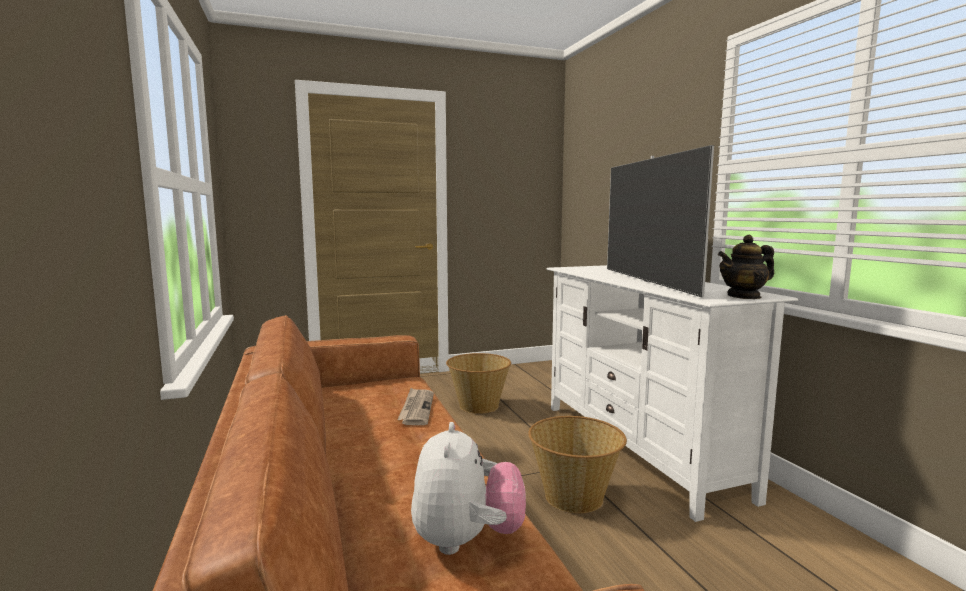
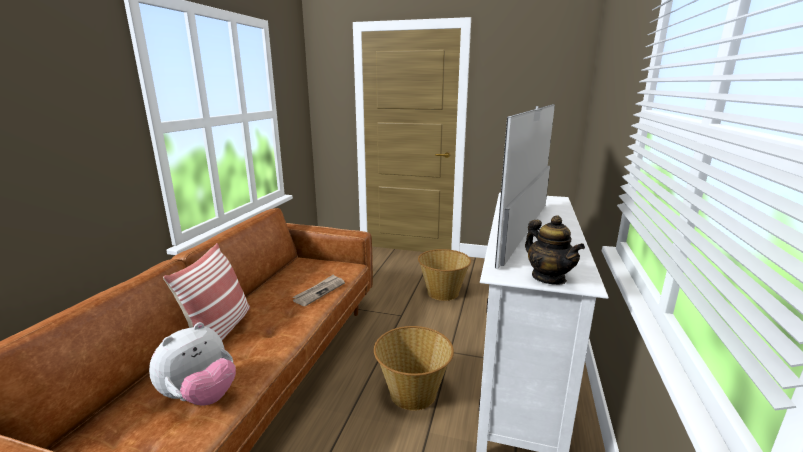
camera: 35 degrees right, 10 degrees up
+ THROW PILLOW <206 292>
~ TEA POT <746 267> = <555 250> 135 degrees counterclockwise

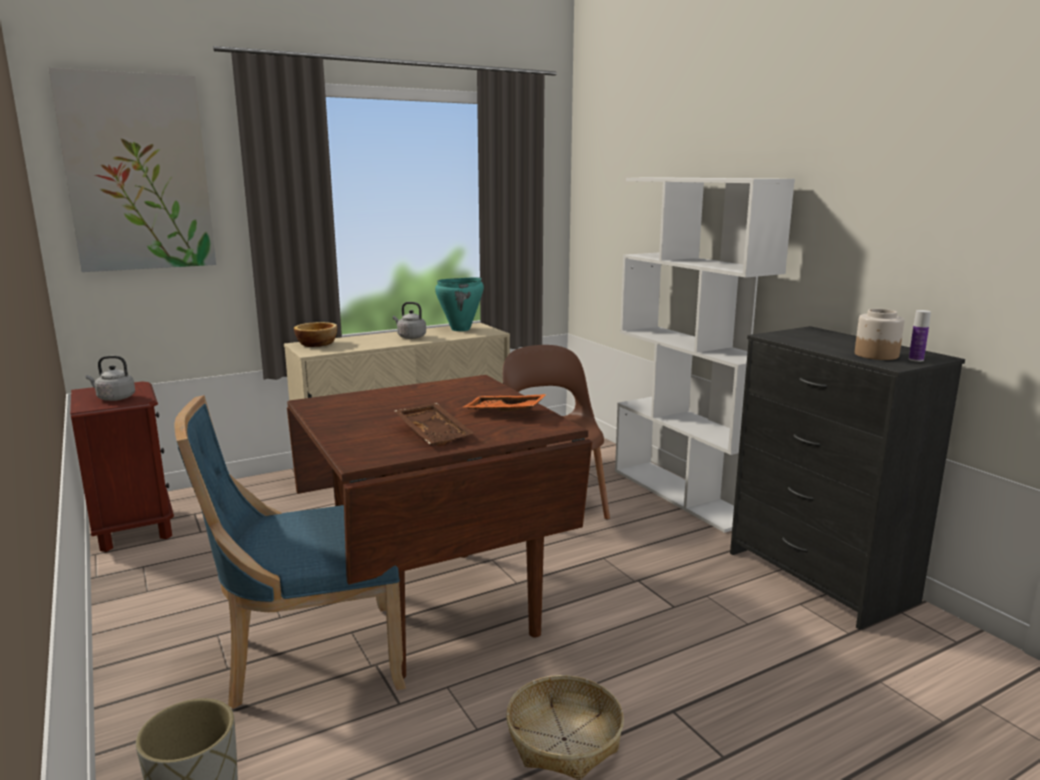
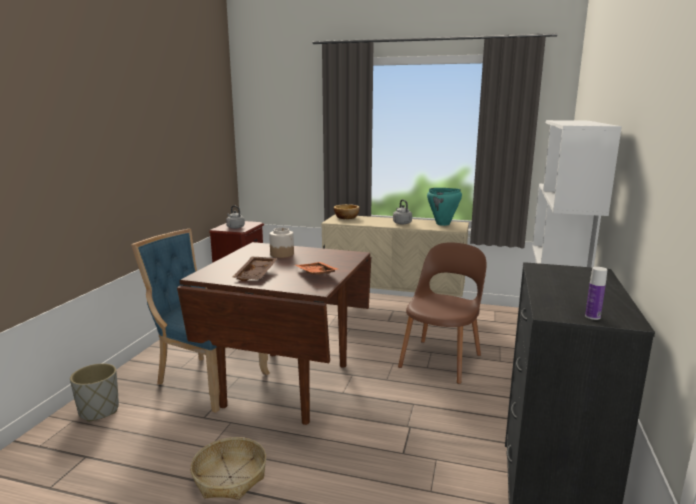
camera: 45 degrees right, 0 degrees up
~ JAR <879 334> to <281 243>
- WALL PICTURE <132 170>

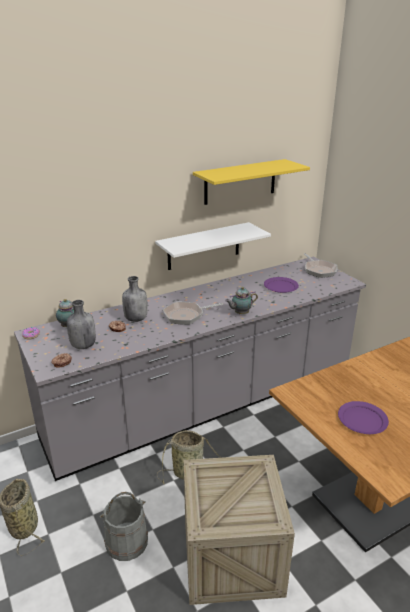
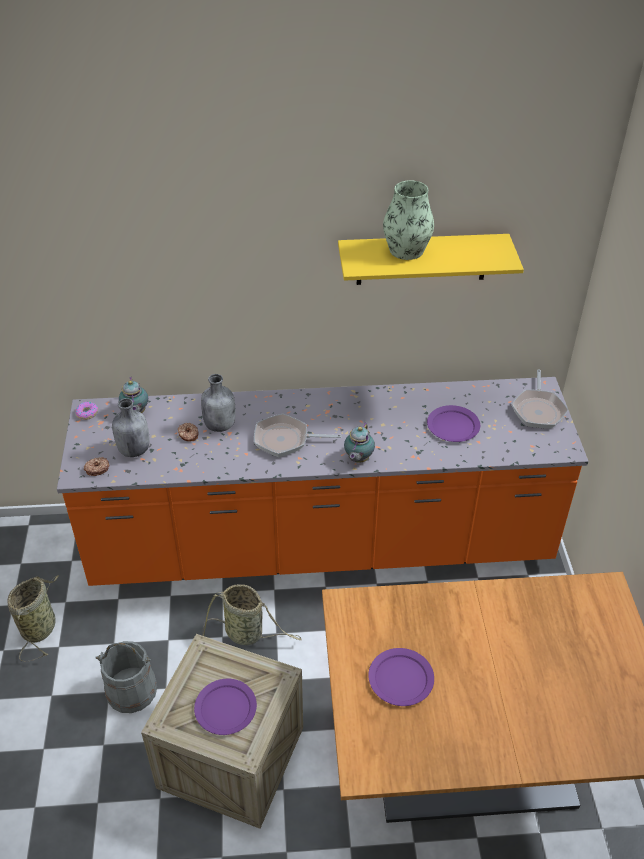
camera: 25 degrees right, 15 degrees up
~ GREYISH KITCHEN COUNTER <190 369> to ORANGEY KITCHEN COUNTER <323 481>
+ PURPLISH FLAT DISH <225 707>
~ TEA POT <241 300> = <359 442> 75 degrees counterclockwise
+ VASE <408 220>
- WHITE-COLOURED BRACKET SHELF <213 246>

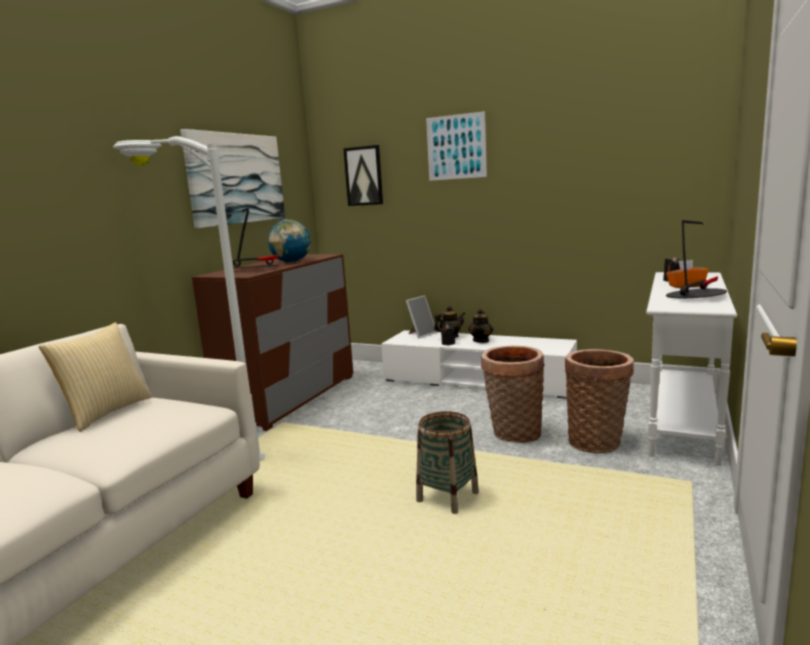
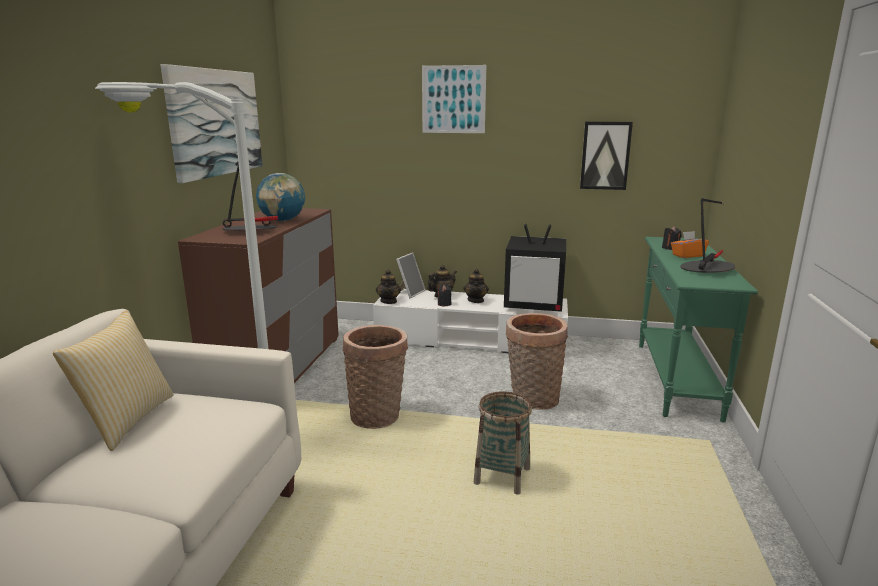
camera: 15 degrees left, 5 degrees up
~ STORAGE BASKET <599 401> to <375 377>
+ TEA POT <388 286>
+ TV SET <535 267>
~ WALL PICTURE <363 175> to <606 156>
~ WHITE-COLOURED HALL TABLE <691 369> to GREEN-COLOURED HALL TABLE <698 330>

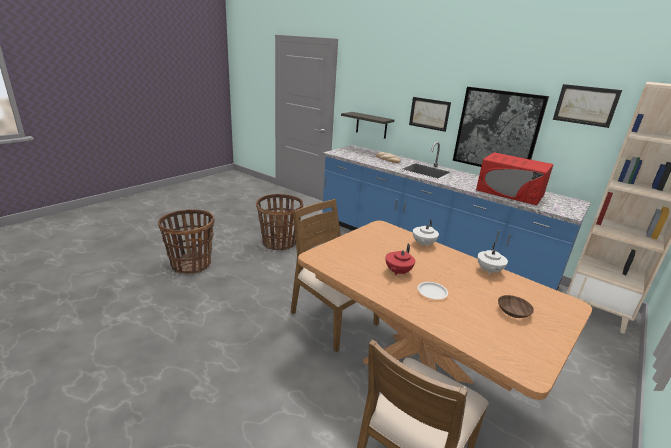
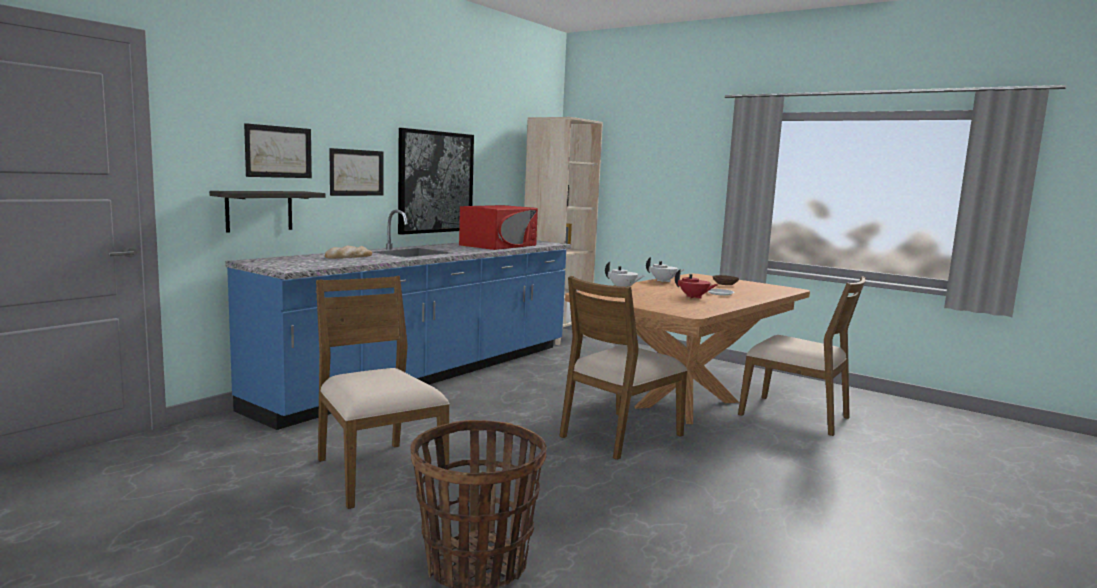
camera: 90 degrees left, 15 degrees down
~ WALL PICTURE <587 106> to <278 150>
~ STORAGE BASKET <279 222> to BROWN-COLOURED PLAIN CHAIR <383 392>

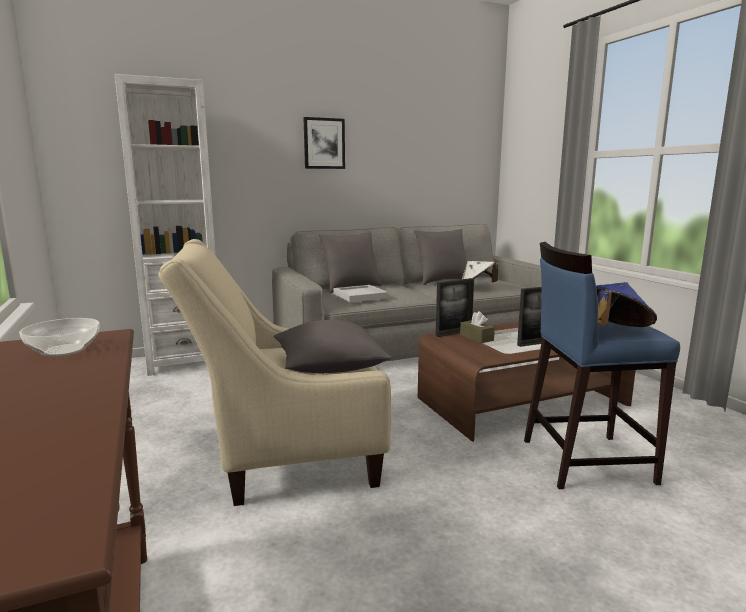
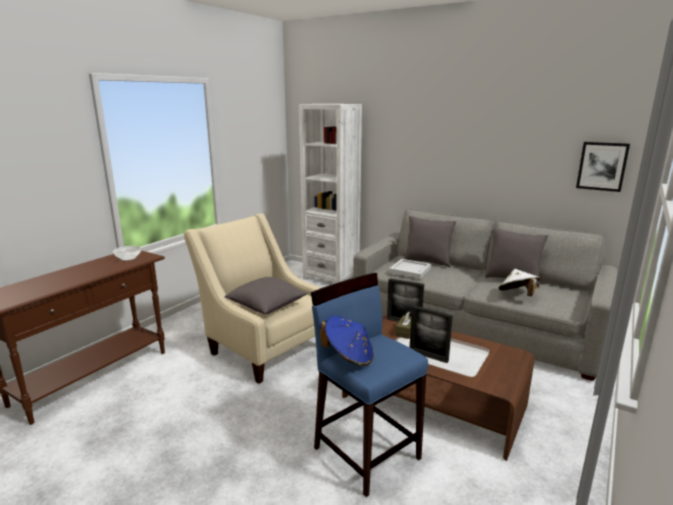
camera: 55 degrees right, 5 degrees up
~ WALL PICTURE <324 143> to <603 167>

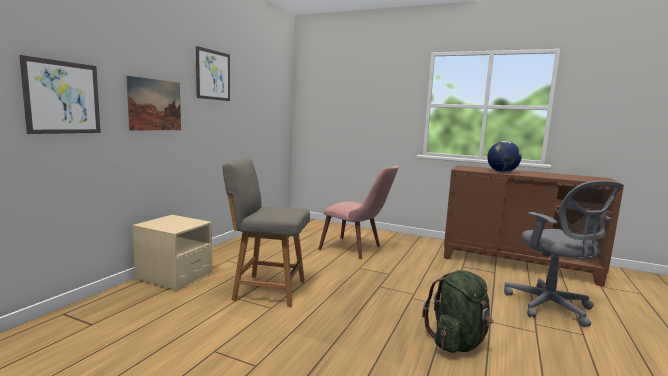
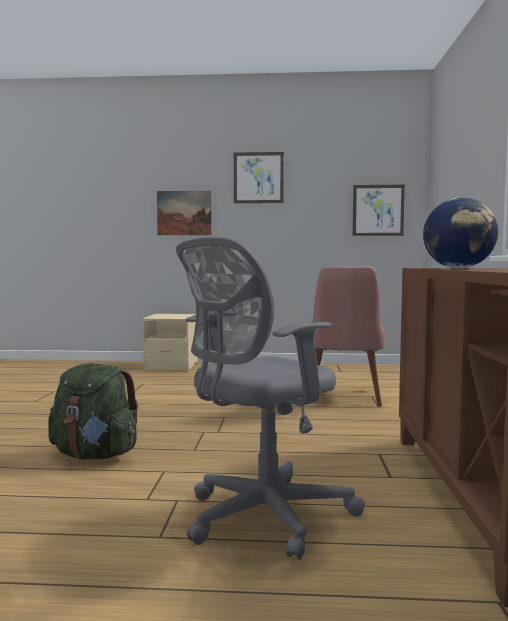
camera: 70 degrees right, 5 degrees down
~ WALL PICTURE <60 94> to <379 210>
- GREYISH PLAIN CHAIR <266 232>

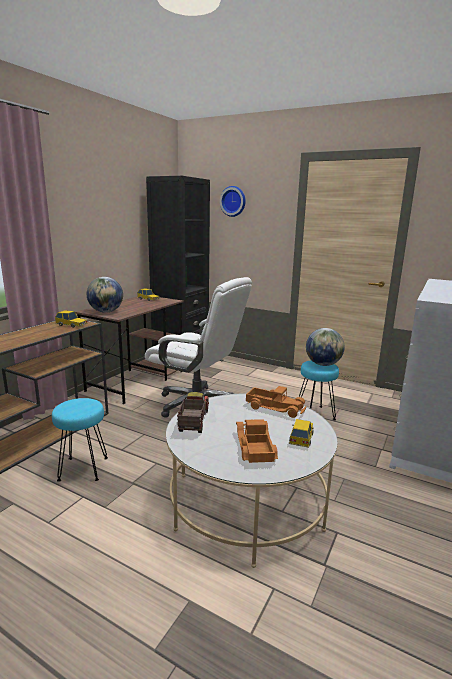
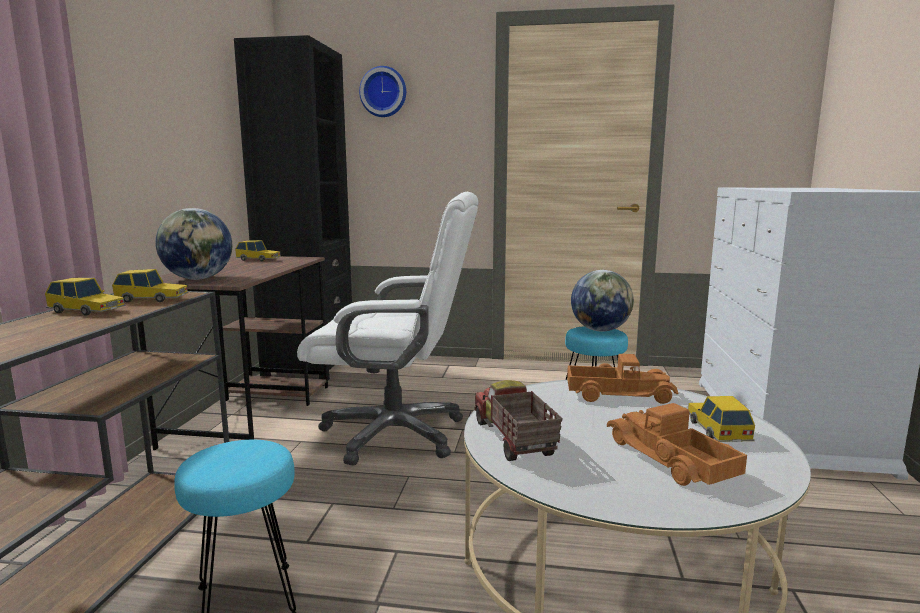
camera: 20 degrees left, 5 degrees down
+ MODEL CAR <85 297>

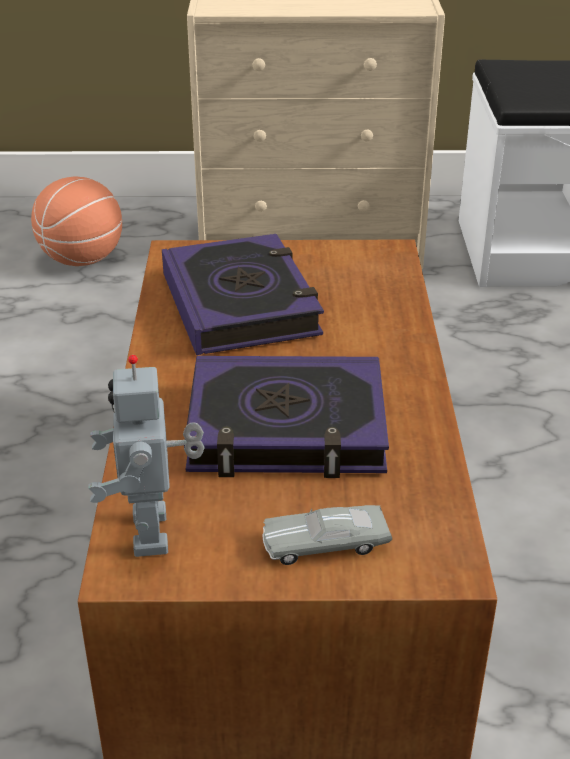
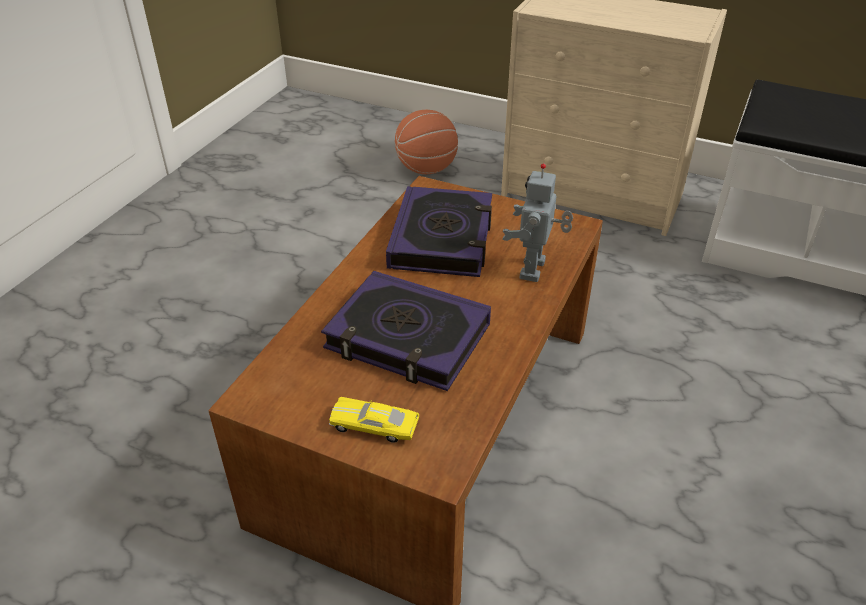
camera: 25 degrees right, 5 degrees up
~ GREYISH MODEL CAR <327 535> to YELLOW MODEL CAR <374 420>
~ ROBOT FIGURE <146 456> to <537 222>

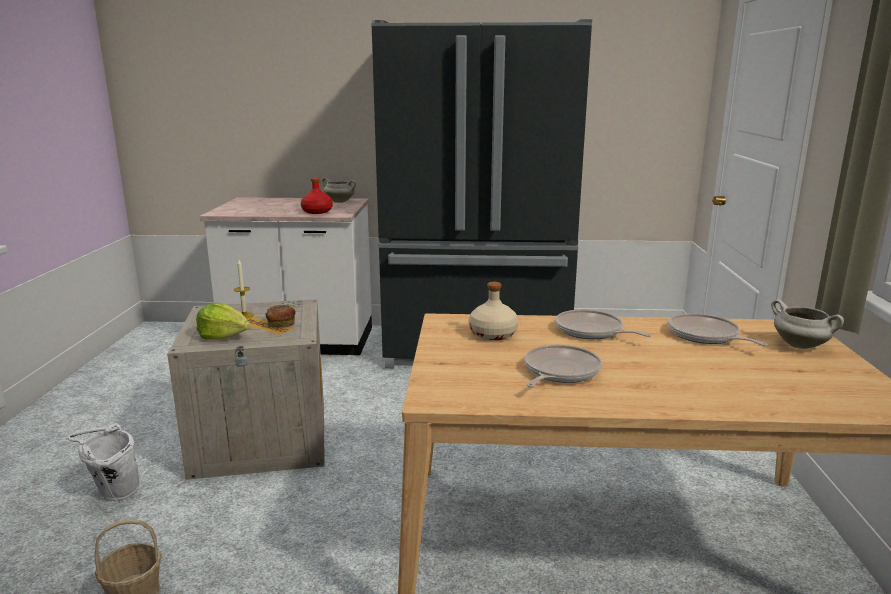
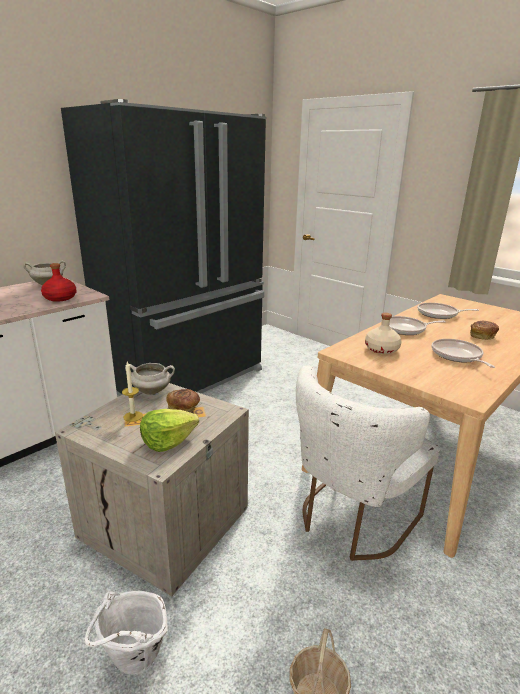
camera: 50 degrees left, 5 degrees up
~ WHITE-COLOURED COOKING POT <807 324> to <150 379>
+ WHITE-COLOURED PLAIN CHAIR <368 463>
+ BAKERY BREAD <484 330>

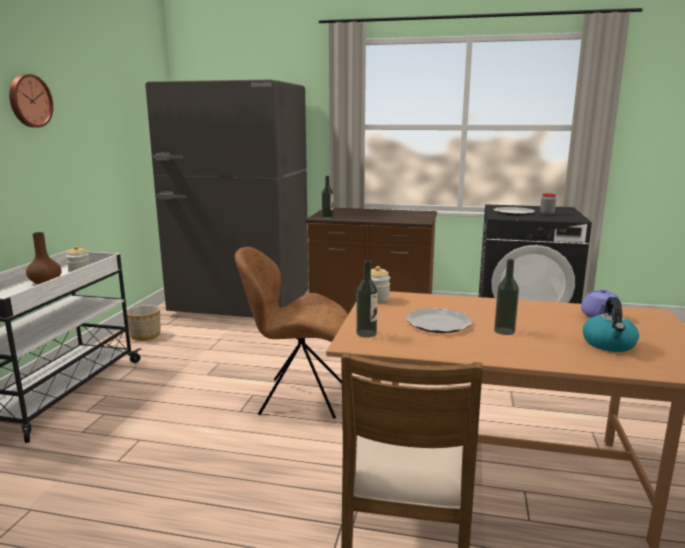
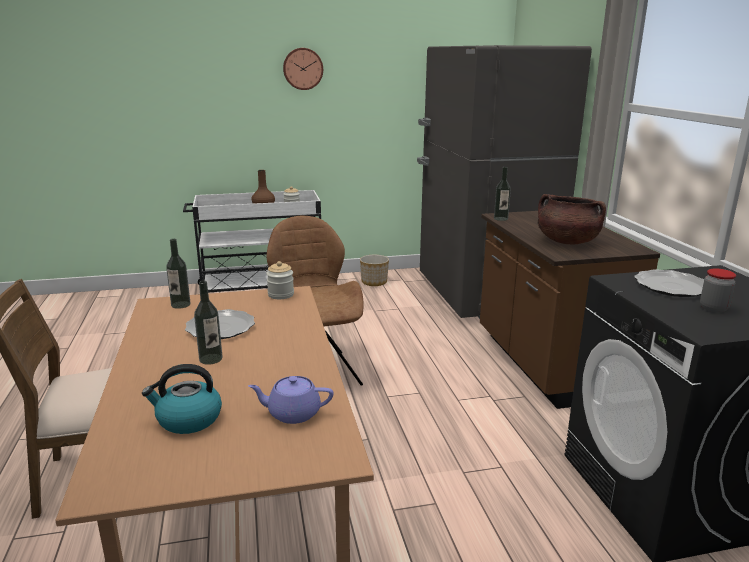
camera: 65 degrees right, 5 degrees up
+ BROWN-COLOURED COOKING POT <572 219>

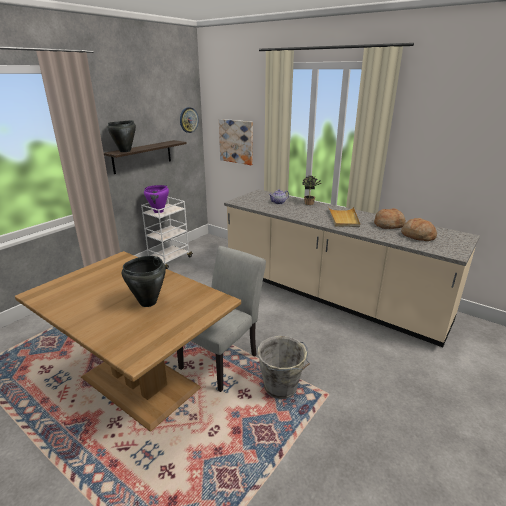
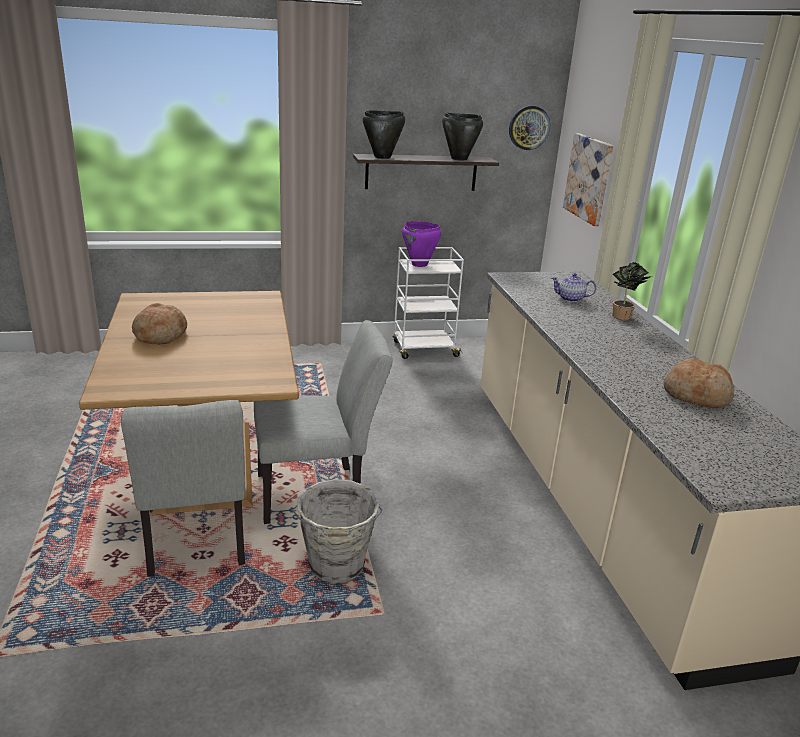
camera: 40 degrees right, 0 degrees up
+ GREYISH PLAIN CHAIR <183 488>
~ BAKERY BREAD <419 229> to <159 323>
~ BLACK COOKING POT <144 281> to <462 136>
- BEIGE CARRYING TRAY <344 216>

